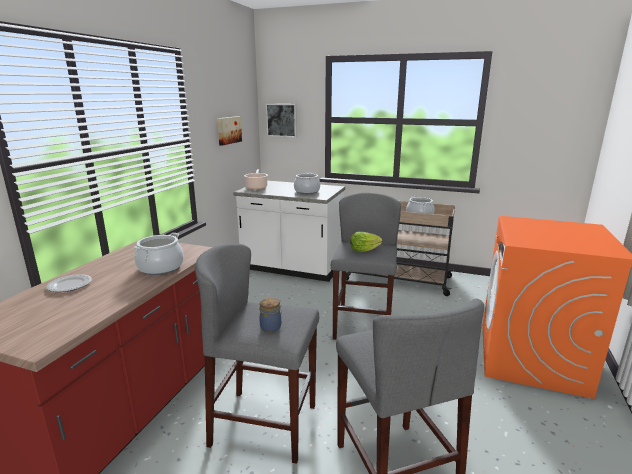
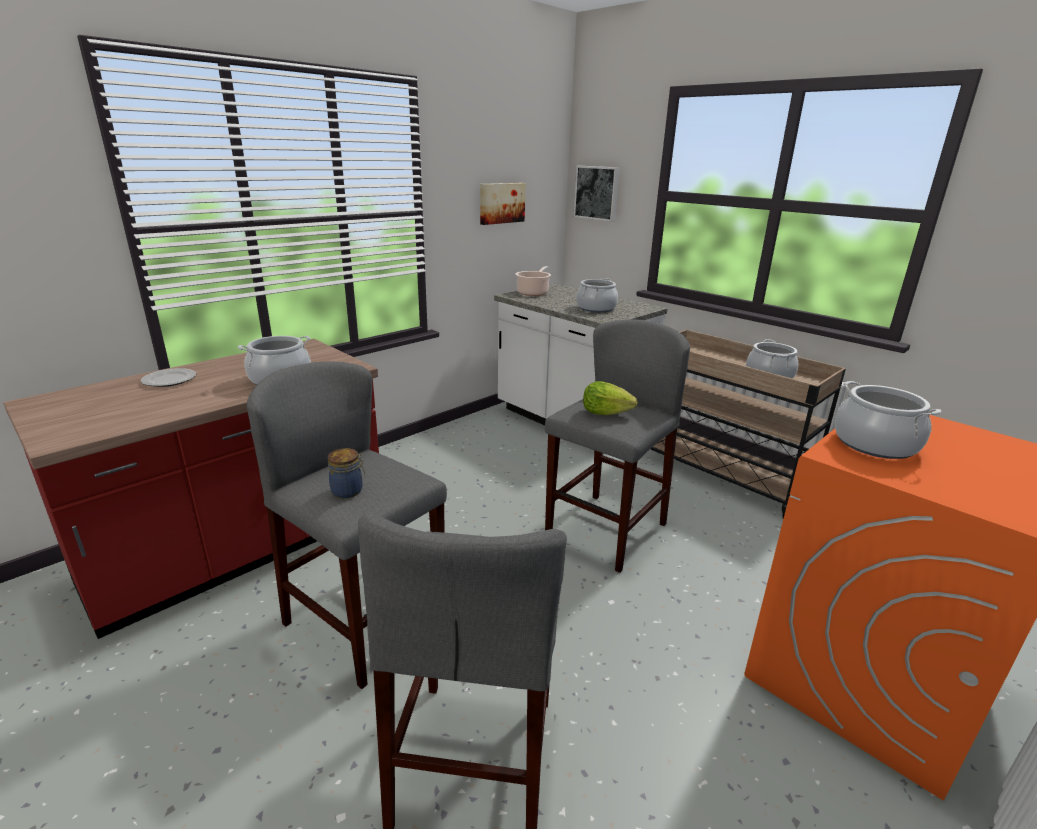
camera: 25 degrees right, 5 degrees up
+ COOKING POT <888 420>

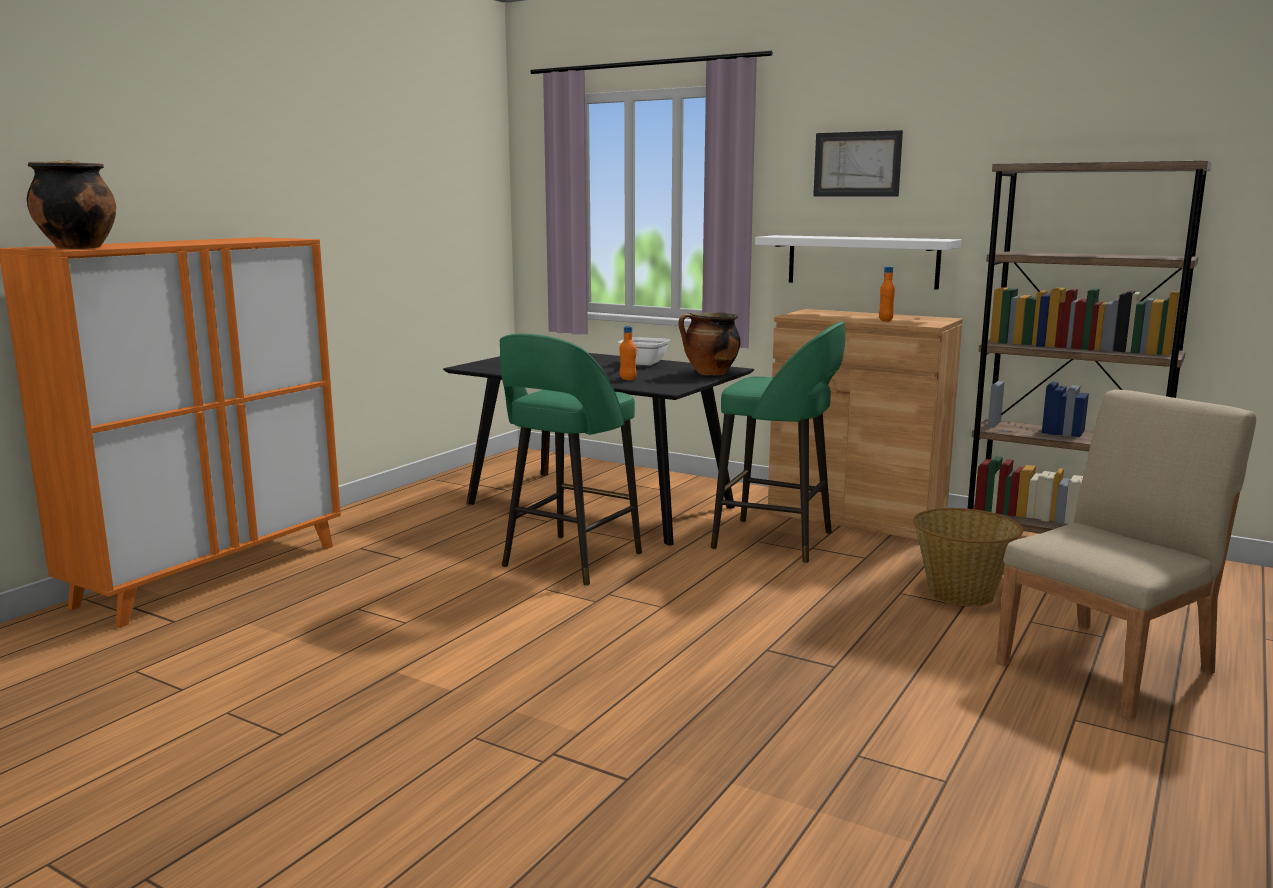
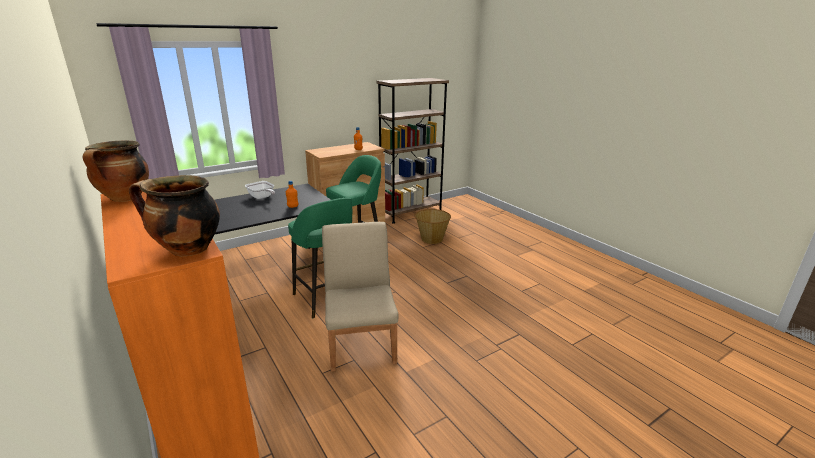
camera: 65 degrees left, 10 degrees up
~ COOKING POT <709 343> to <116 171>
~ BEIGE PLAIN CHAIR <1126 555> to <360 297>
- WHITE-COLOURED BRACKET SHELF <858 262>
- WALL PICTURE <858 163>

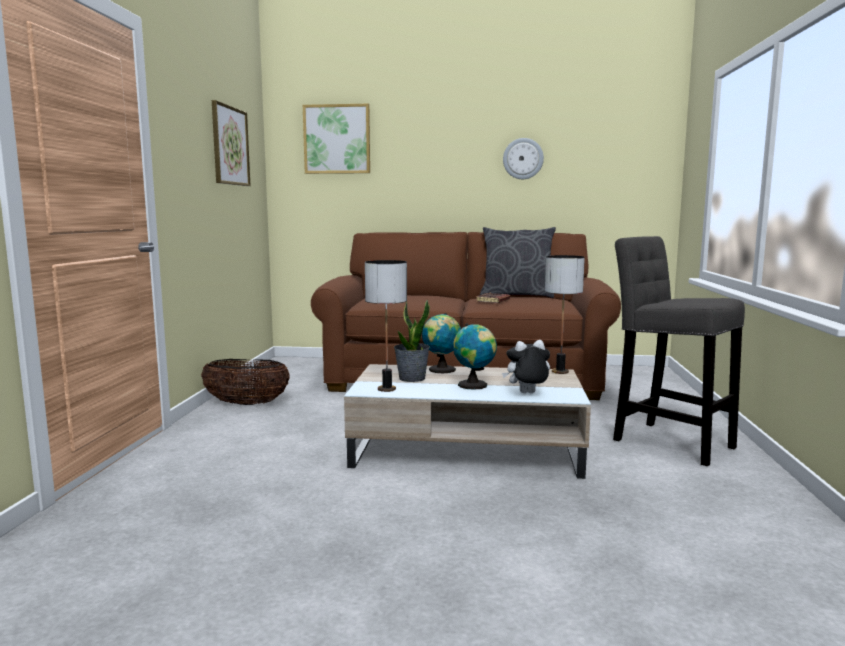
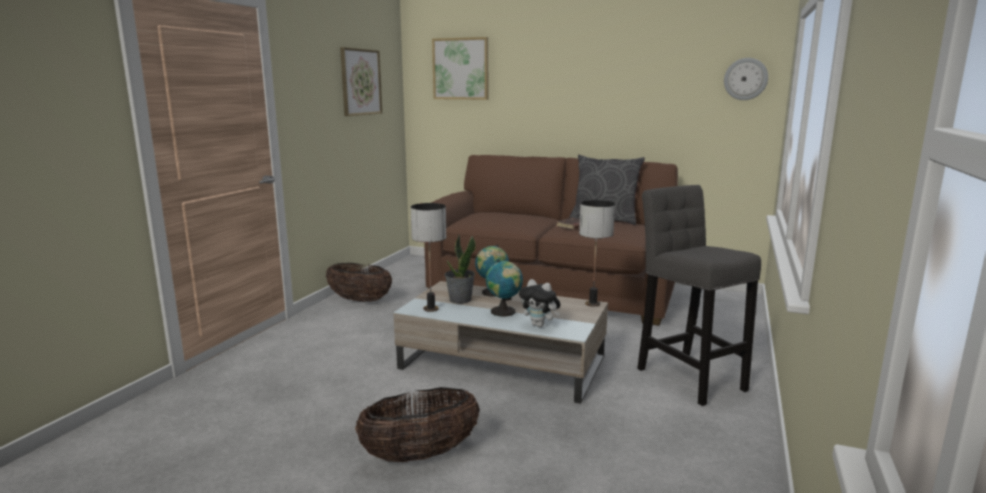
camera: 15 degrees right, 5 degrees up
+ STORAGE BASKET <417 424>
~ PLUSH TOY <526 366> = <539 303> 150 degrees counterclockwise
~ HANGING CLOCK <523 158> to <746 79>

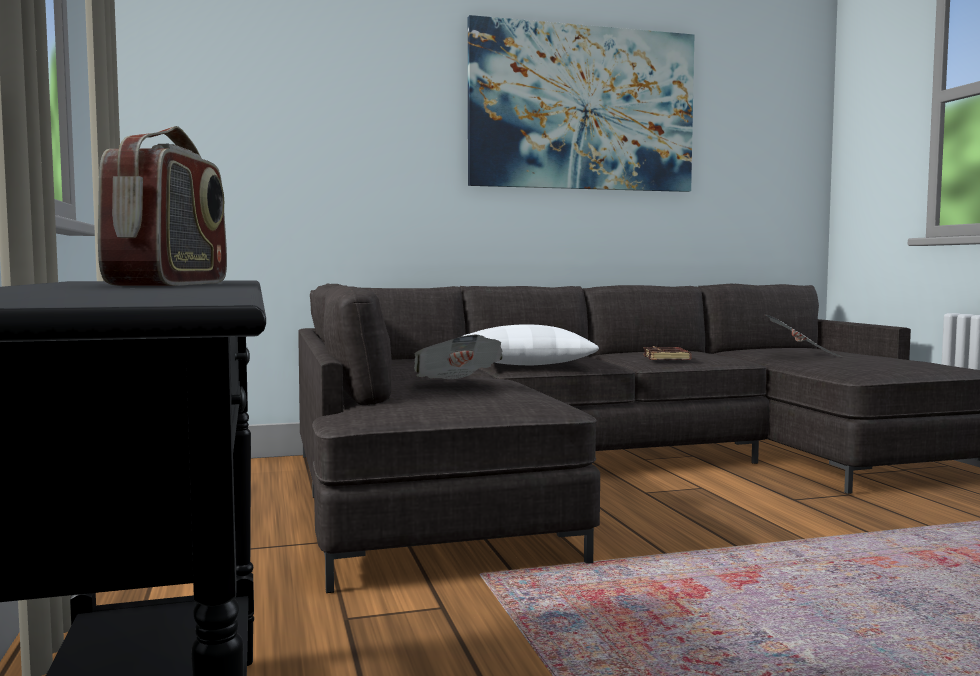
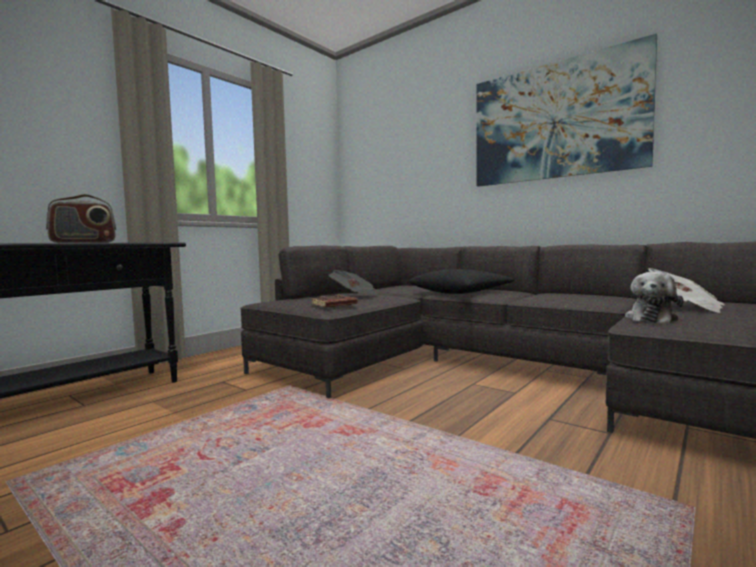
camera: 55 degrees right, 0 degrees up
~ BROWN-COLOURED BOUND BOOK <667 353> to <335 301>
~ WHITE-COLOURED THROW PILLOW <531 344> to BLACK THROW PILLOW <462 281>
+ PLUSH TOY <654 298>

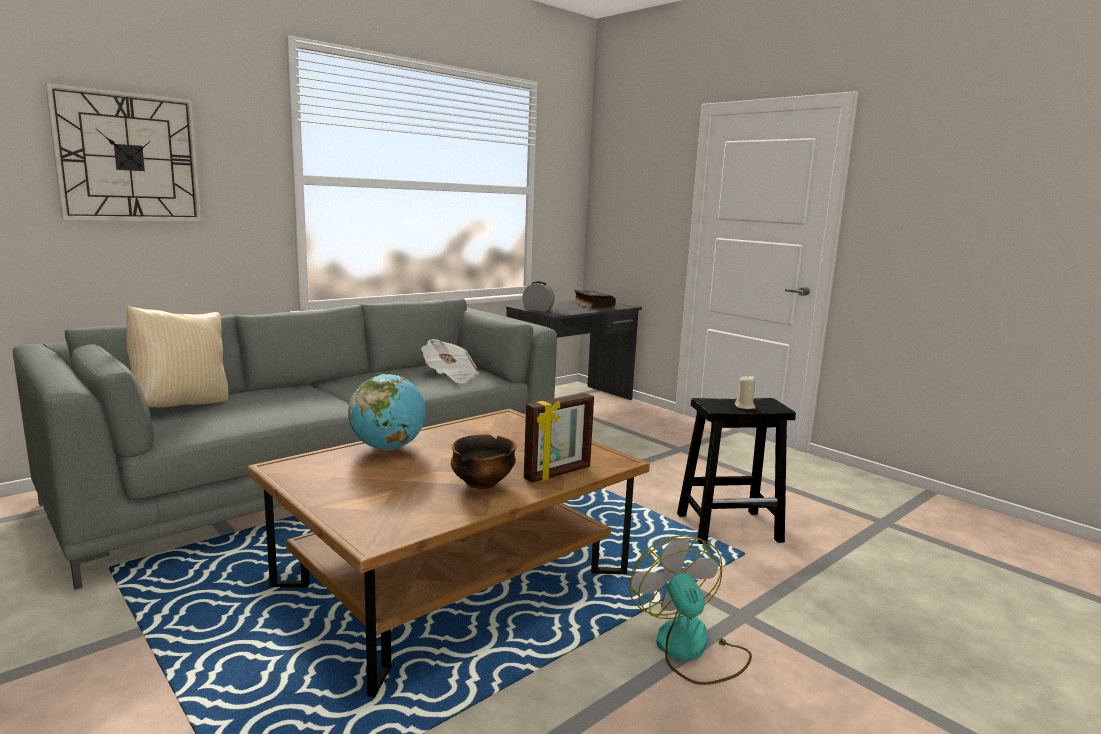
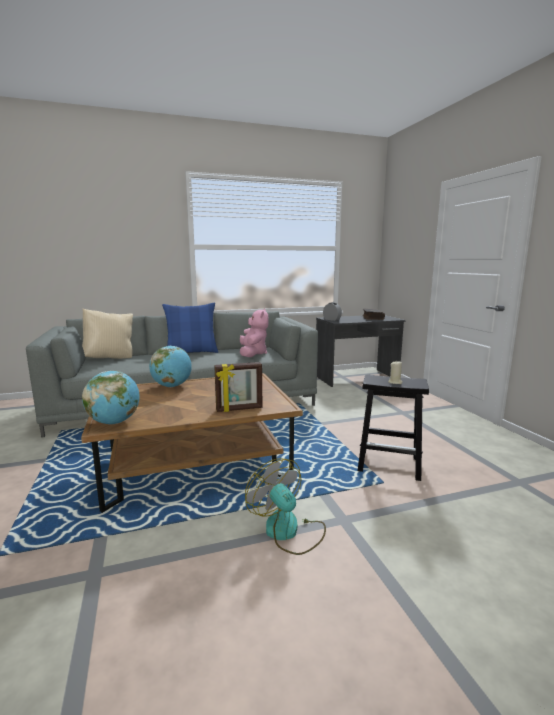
camera: 25 degrees right, 0 degrees up
+ GLOBE <111 398>
+ BLUISH THROW PILLOW <190 328>
~ DAILY PAPER <450 361> to PINK PLUSH TOY <254 332>
~ COOLING FAN <690 610> = <285 506> 45 degrees counterclockwise
- HANGING CLOCK <123 152>
- DEEP DISH <484 461>

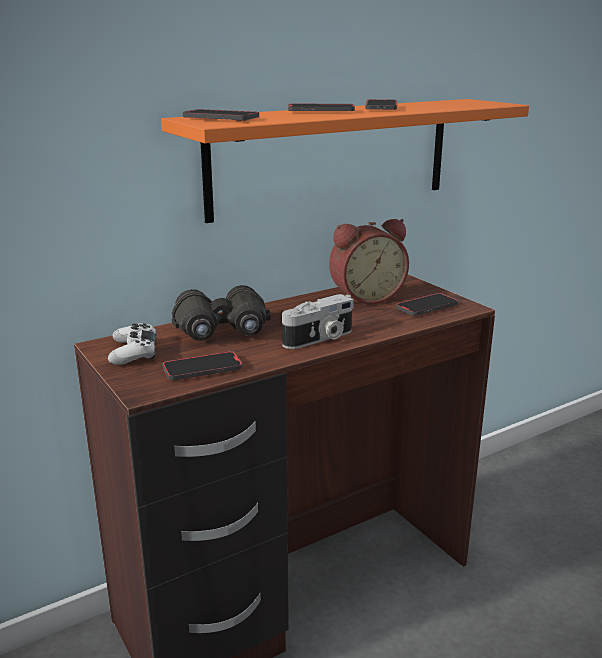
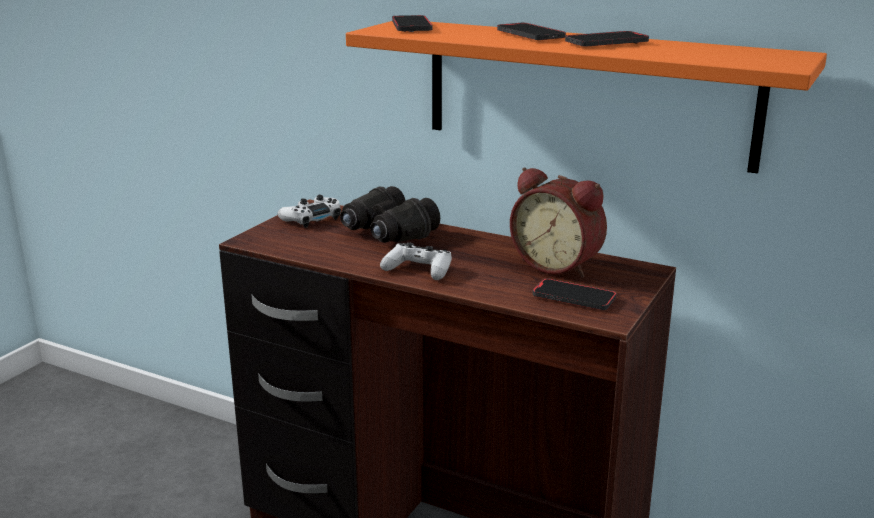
camera: 60 degrees right, 0 degrees up
~ PHOTO CAMERA <318 321> to WHITE-COLOURED JOYPAD <416 261>
- HANDSET <202 366>

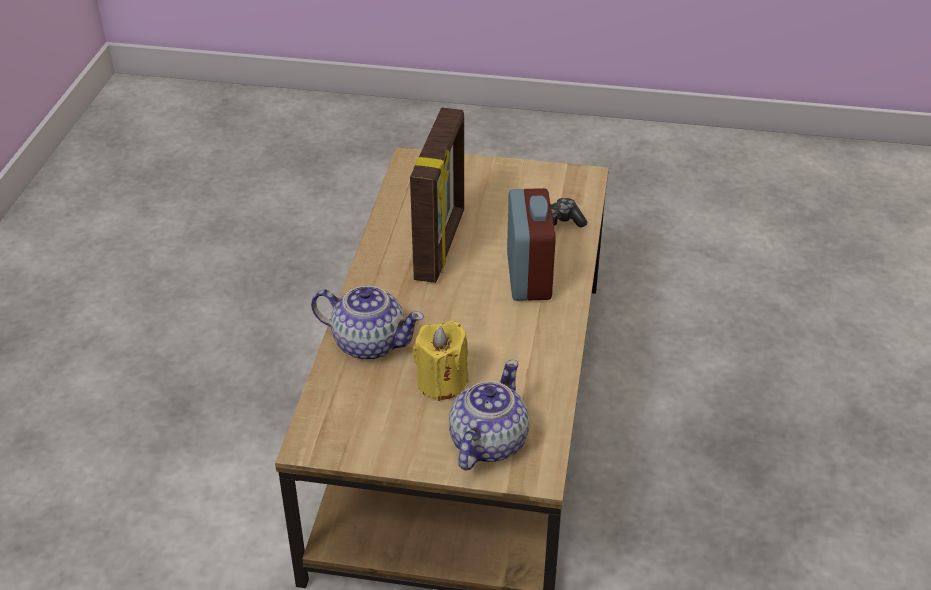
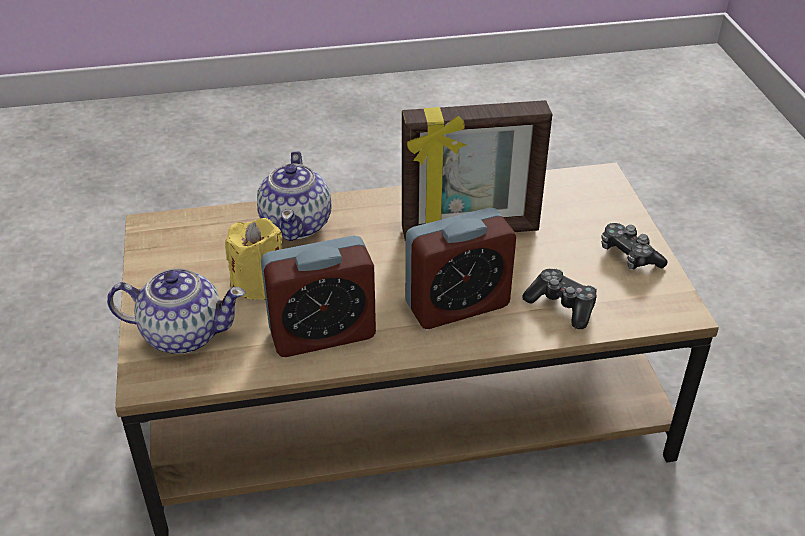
camera: 70 degrees right, 0 degrees up
+ BEDSIDE CLOCK <318 296>
+ JOYPAD <634 246>

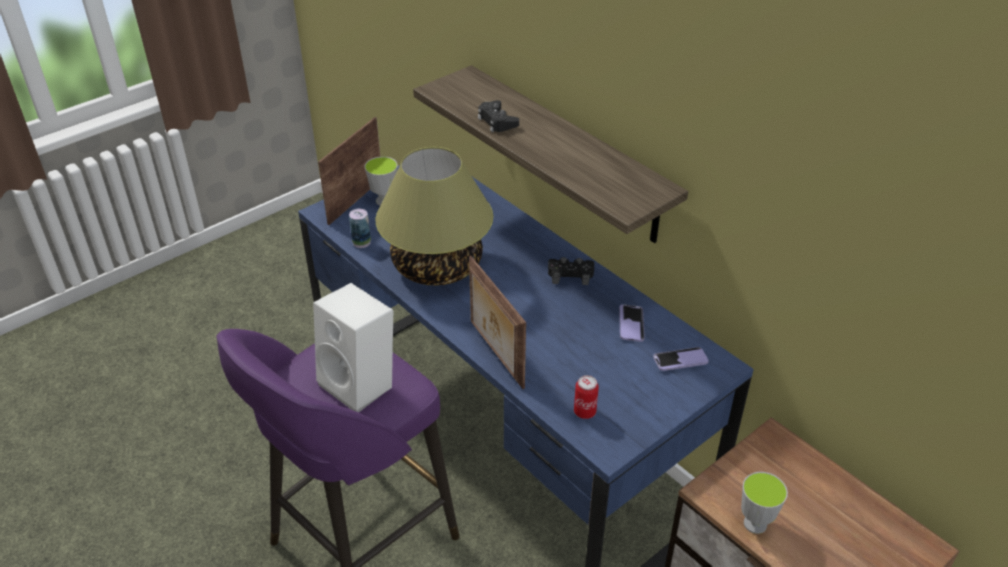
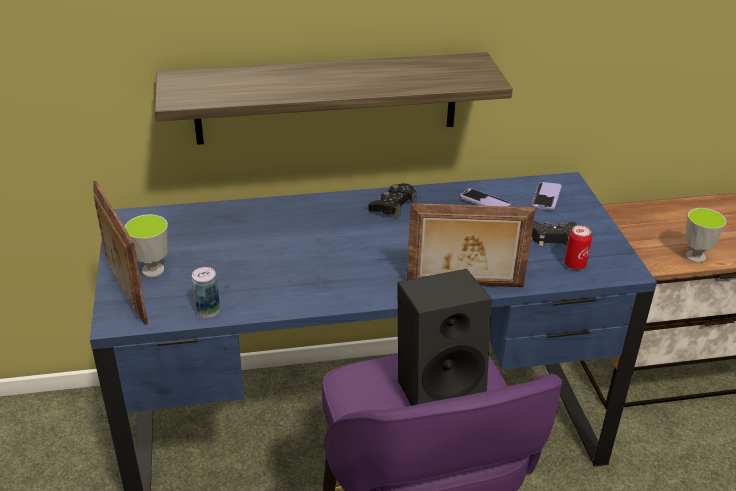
camera: 60 degrees left, 5 degrees down
~ WHITE-COLOURED AUDIO SPEAKER <353 348> to BLACK AUDIO SPEAKER <445 337>
~ BLACK JOYPAD <498 116> to <554 233>
- LAMP FOR A TABLE <434 216>

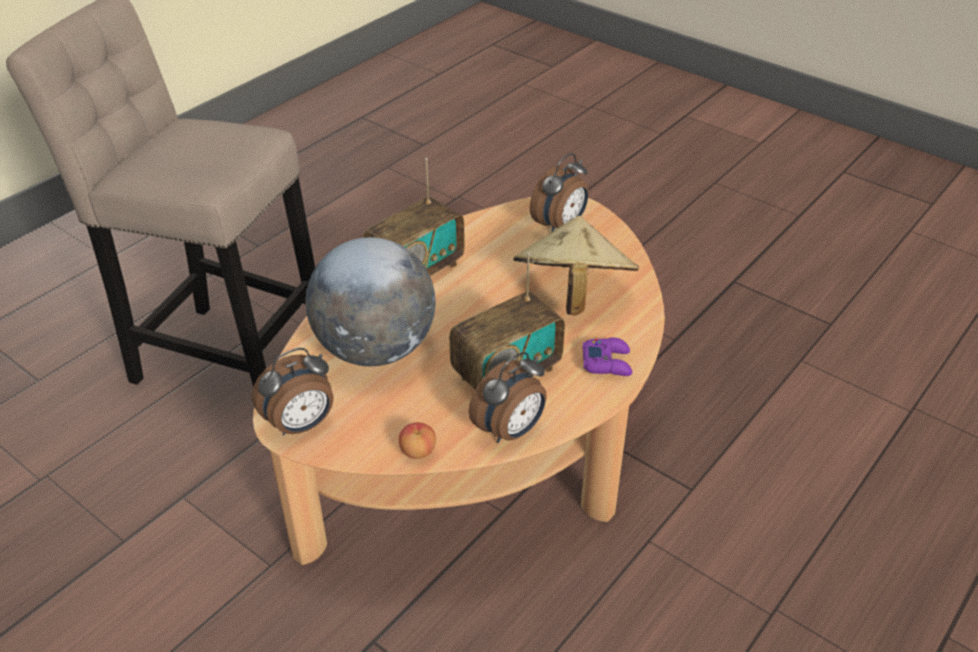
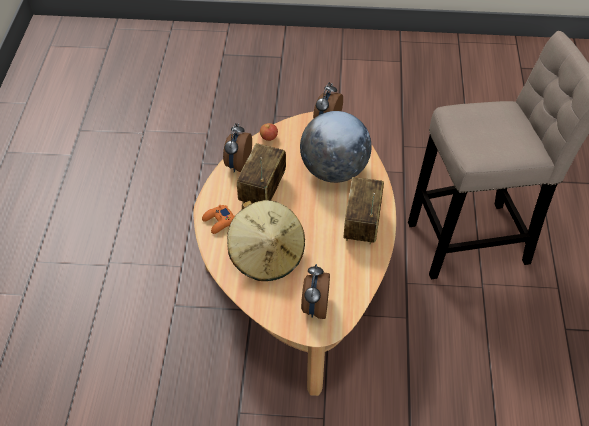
camera: 145 degrees right, 10 degrees up
~ PURPLISH JOYPAD <607 356> to ORANGEY JOYPAD <218 219>

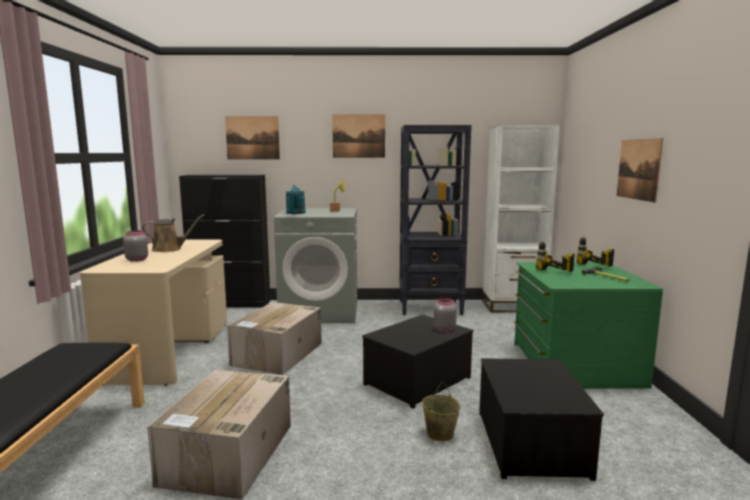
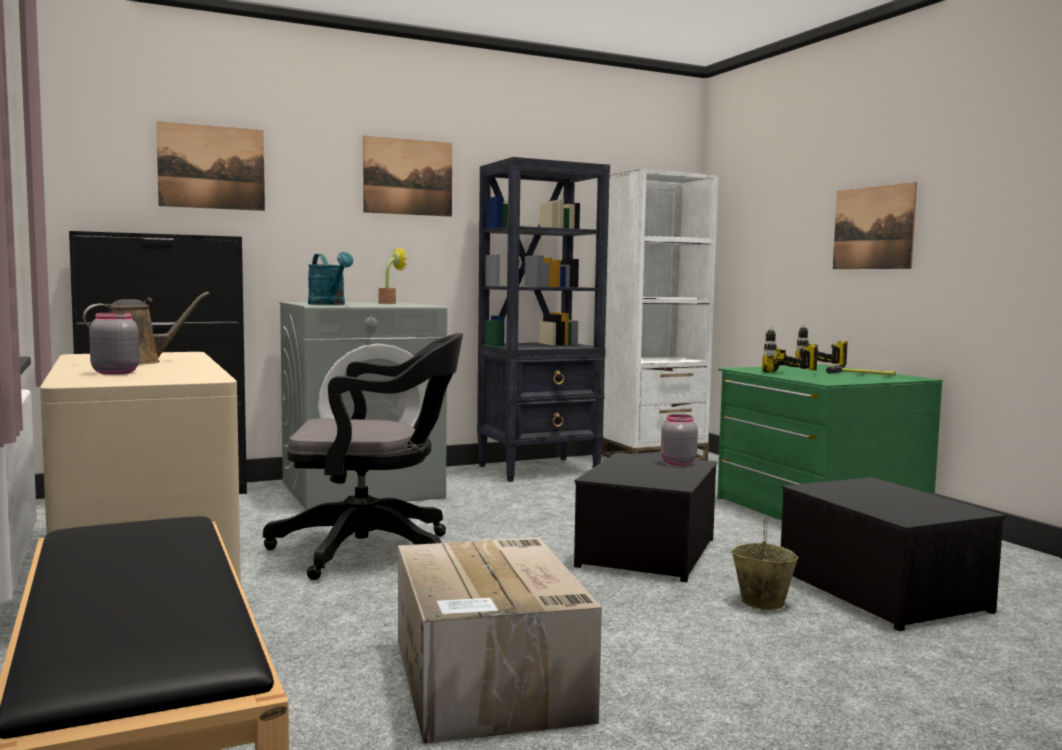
camera: 25 degrees left, 5 degrees down
~ CARTON <274 338> to BLACK OFFICE CHAIR <363 456>

